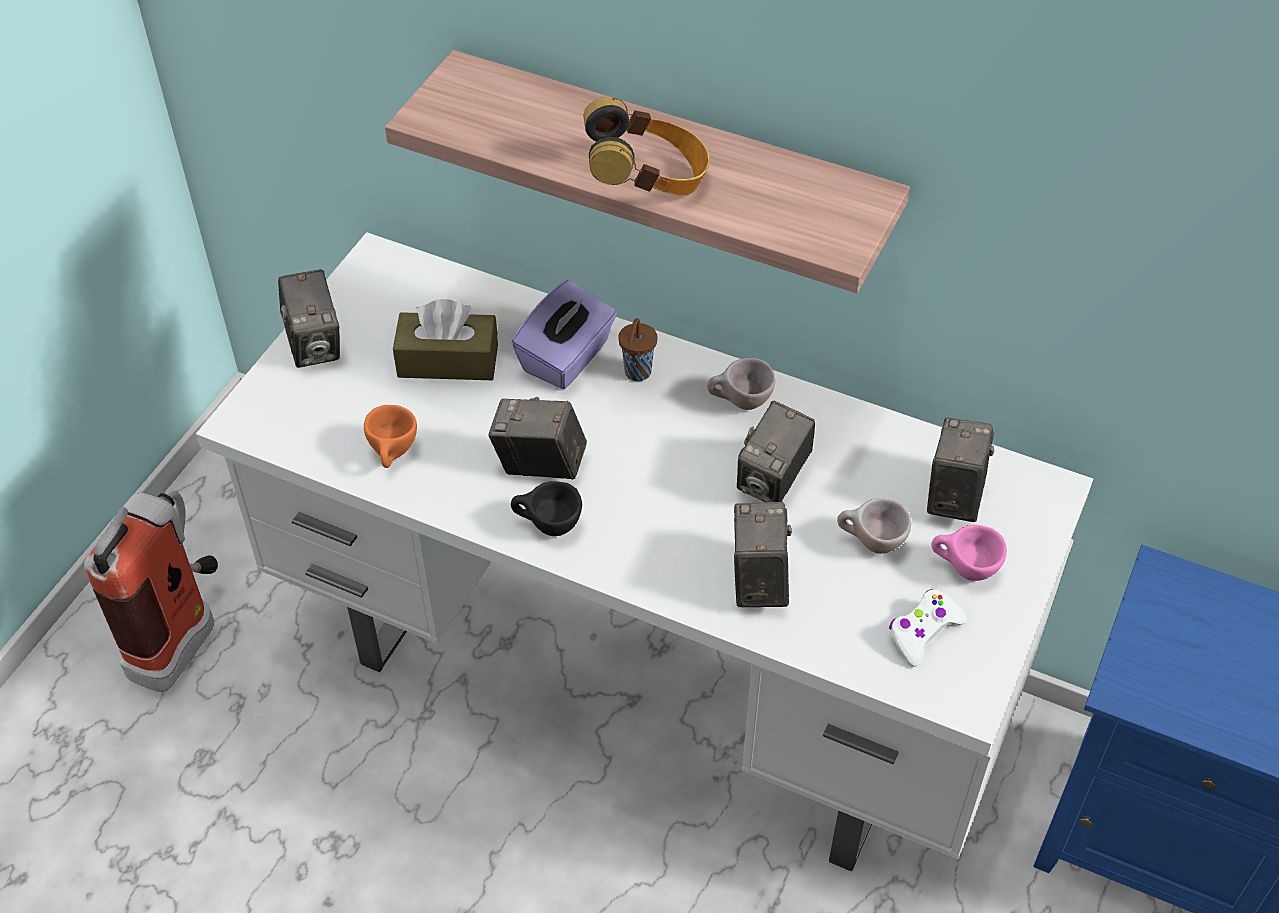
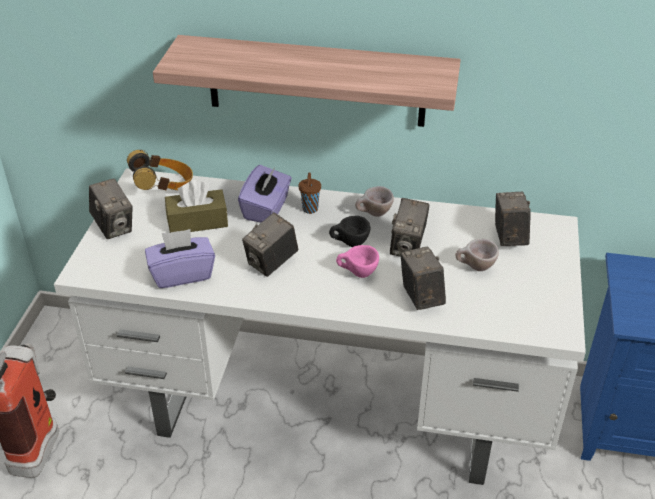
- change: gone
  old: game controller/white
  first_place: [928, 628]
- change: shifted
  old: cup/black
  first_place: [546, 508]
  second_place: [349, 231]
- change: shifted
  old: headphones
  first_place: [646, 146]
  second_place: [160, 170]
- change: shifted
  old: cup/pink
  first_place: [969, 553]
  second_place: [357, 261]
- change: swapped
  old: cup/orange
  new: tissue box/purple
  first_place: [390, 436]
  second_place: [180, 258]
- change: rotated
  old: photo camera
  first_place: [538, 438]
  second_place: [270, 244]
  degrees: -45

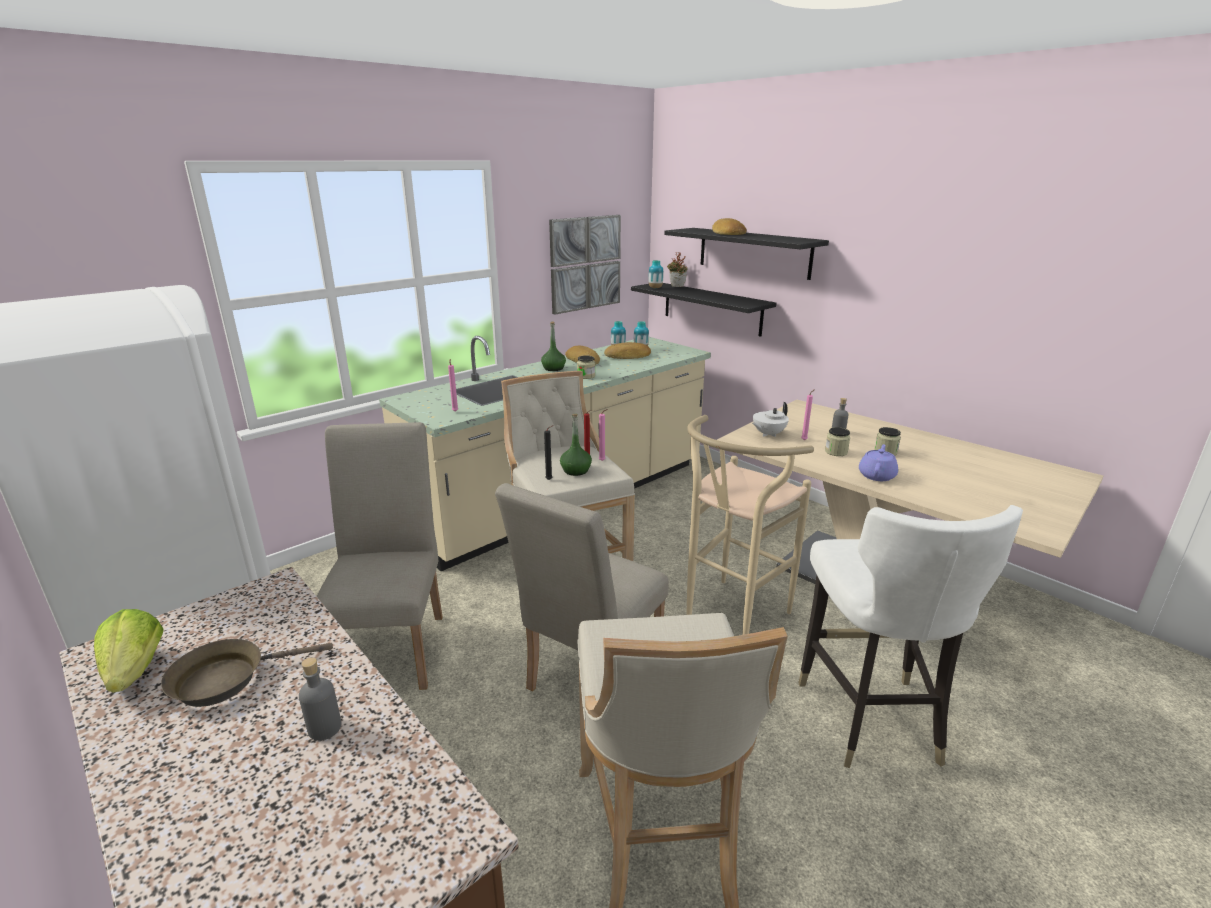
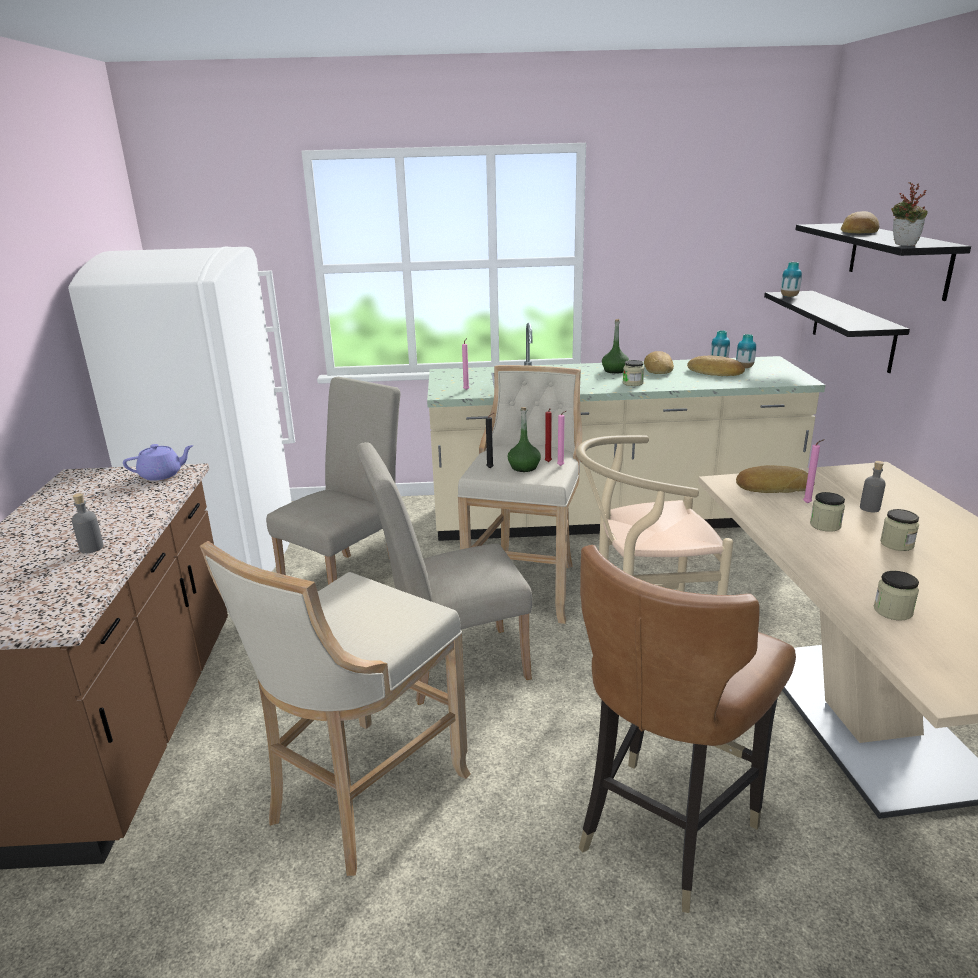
- change: gone
  old: lettuce
  first_place: [128, 651]
- change: gone
  old: frying pan/brown
  first_place: [247, 673]
- change: gone
  old: picture
  first_place: [585, 265]
- change: new
  new: jar
  second_place: [896, 596]
- change: shifted
  old: potted plant
  first_place: [677, 269]
  second_place: [909, 214]
- change: shifted
  old: teapot/purple
  first_place: [878, 462]
  second_place: [158, 462]
- change: swapped
  old: teapot/white
  new: bread
  first_place: [770, 419]
  second_place: [775, 479]
- change: repainted
  old: chair/white
  new: chair/brown
  first_place: [910, 636]
  second_place: [687, 729]

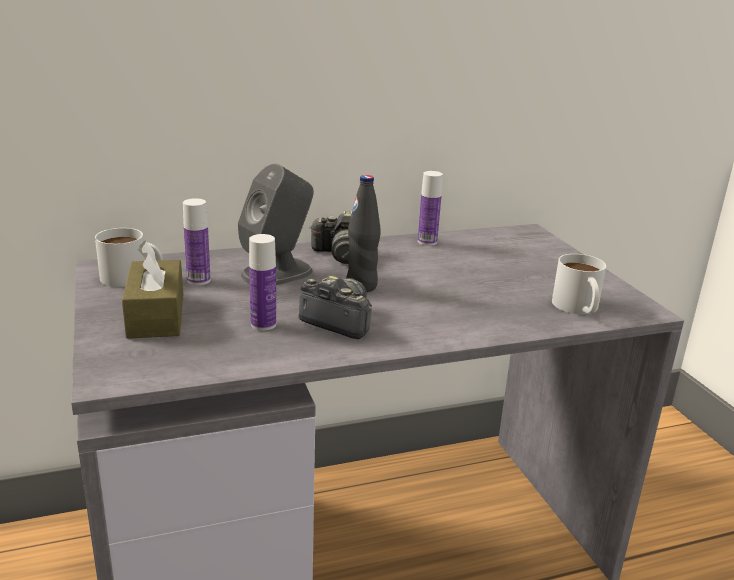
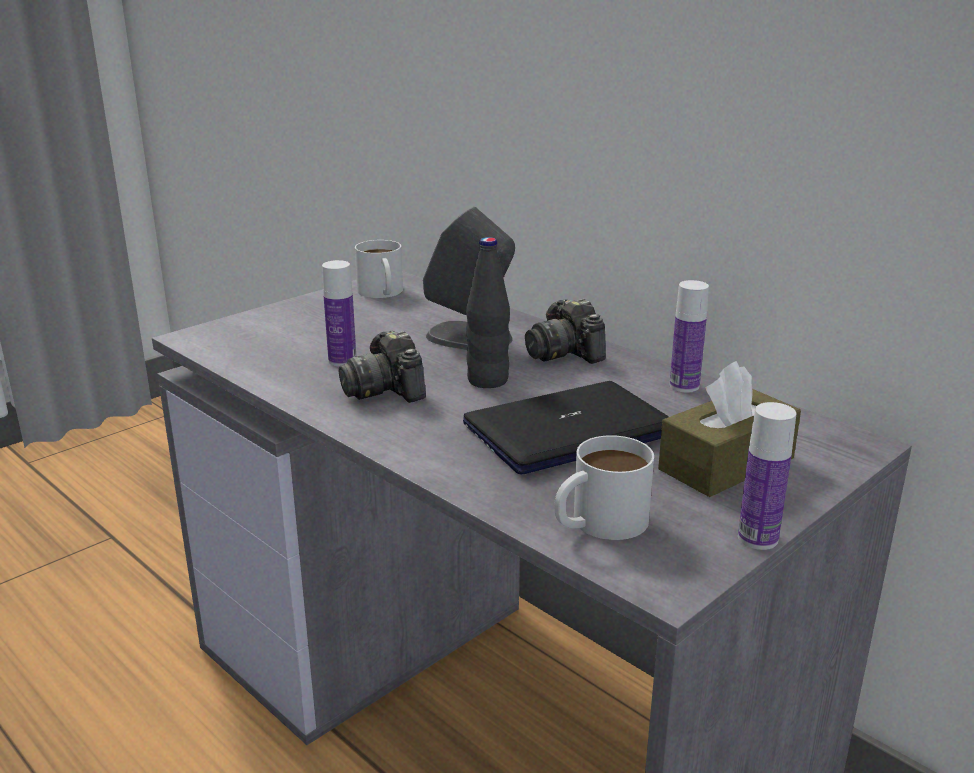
- change: new
  new: laptop
  second_place: [566, 428]
- change: shifted
  old: tissue box/brown
  first_place: [152, 289]
  second_place: [729, 429]
- change: shifted
  old: bottle
  first_place: [197, 241]
  second_place: [767, 476]
- change: rotated
  old: photo camera
  first_place: [335, 307]
  second_place: [382, 367]
  degrees: 150

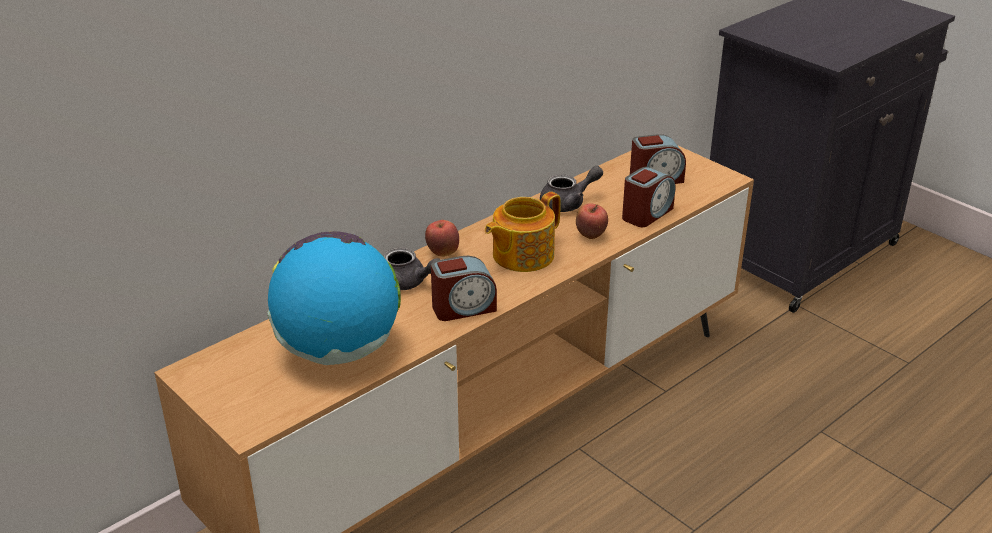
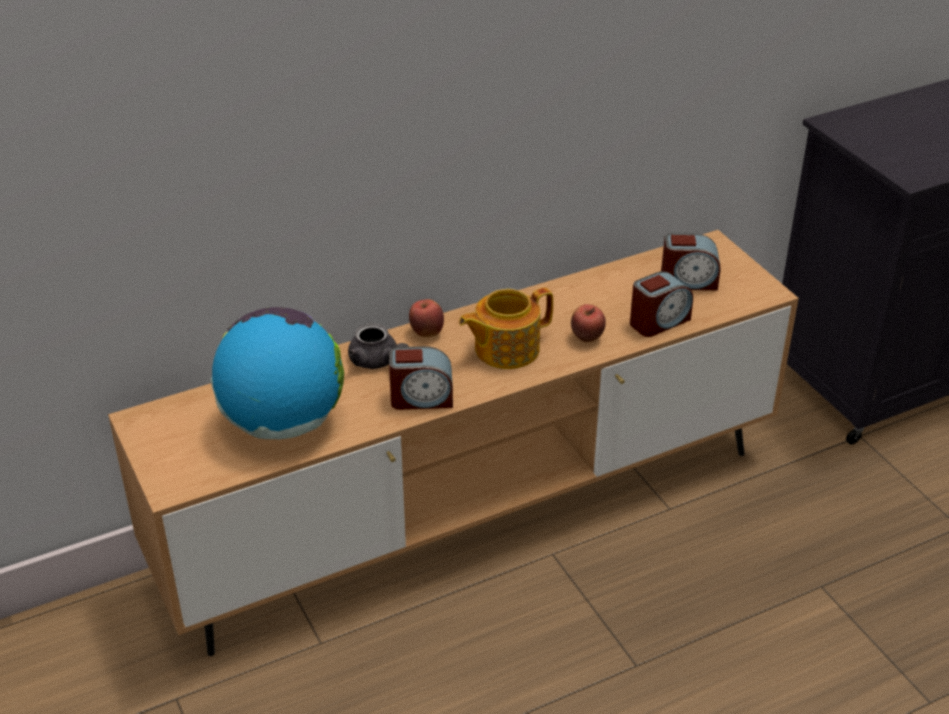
- change: gone
  old: teapot/grey
  first_place: [571, 189]

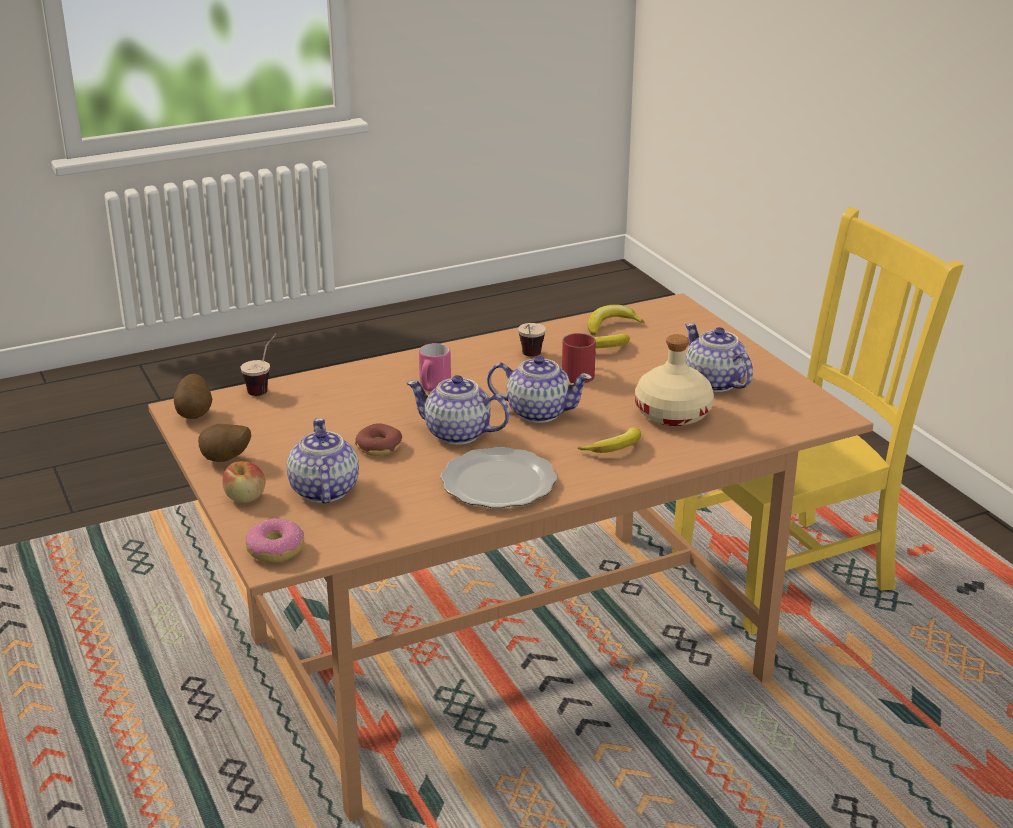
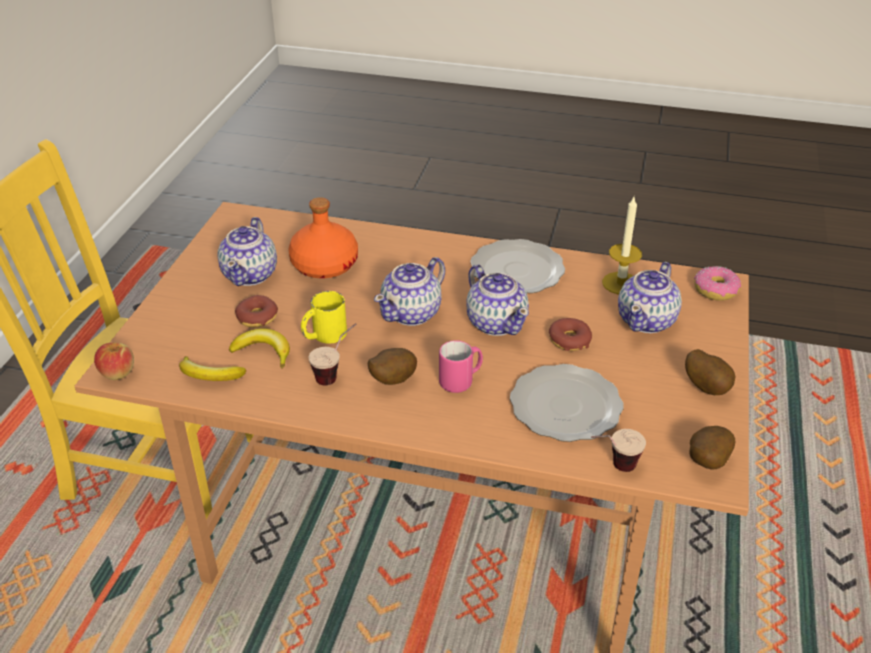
- change: gone
  old: banana
  first_place: [609, 440]
- change: new
  new: donut
  second_place: [256, 311]
- change: new
  new: potato
  second_place: [392, 366]
- change: new
  new: plate
  second_place: [567, 403]
- change: new
  new: candle
  second_place: [622, 246]
- change: shifted
  old: apple
  first_place: [243, 482]
  second_place: [114, 361]
- change: repainted
  old: mug/red
  new: mug/yellow
  first_place: [579, 358]
  second_place: [324, 317]
- change: repainted
  old: bottle/beige
  new: bottle/orange
  first_place: [674, 380]
  second_place: [323, 237]
- change: rotated
  old: teapot
  first_place: [539, 389]
  second_place: [409, 291]
  degrees: -105

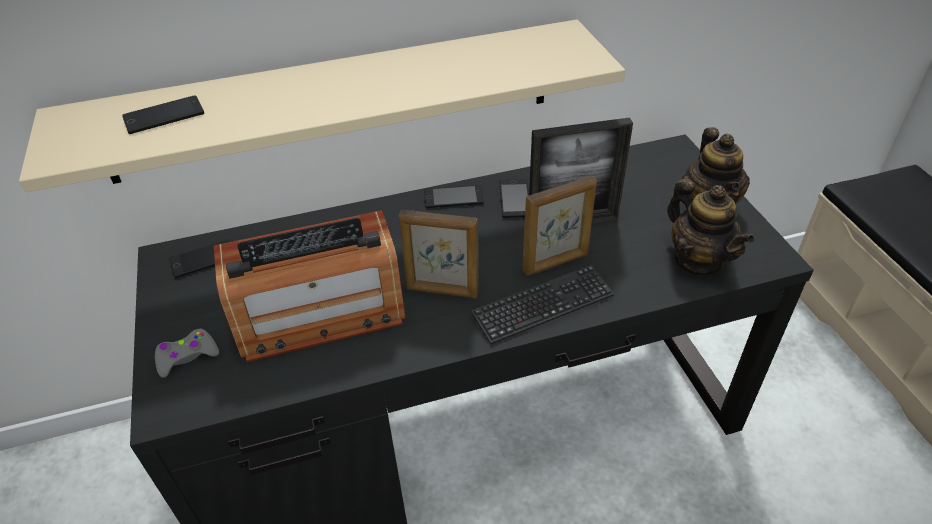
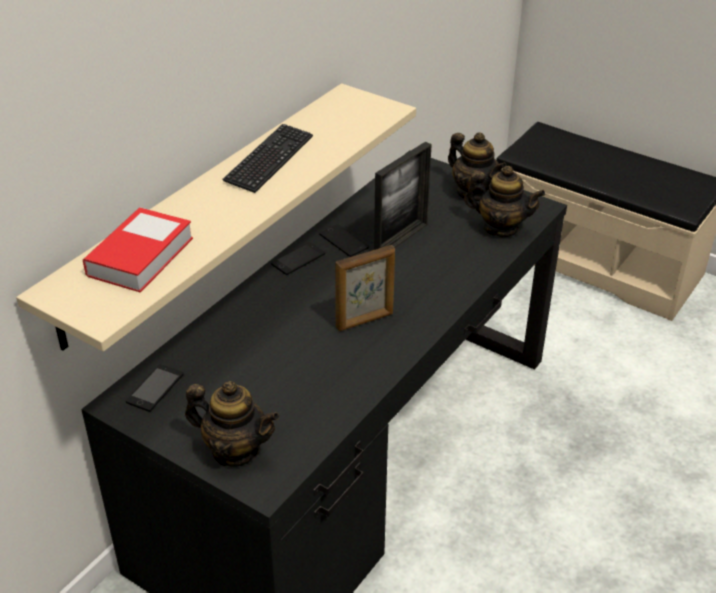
- change: gone
  old: radio
  first_place: [309, 286]
- change: gone
  old: picture frame
  first_place: [559, 226]
- change: shifted
  old: keyboard
  first_place: [542, 304]
  second_place: [268, 158]
- change: swapped
  old: phone
  new: book
  first_place: [163, 114]
  second_place: [138, 250]
- change: swapped
  old: game controller/grey
  new: teapot
  first_place: [187, 353]
  second_place: [232, 424]

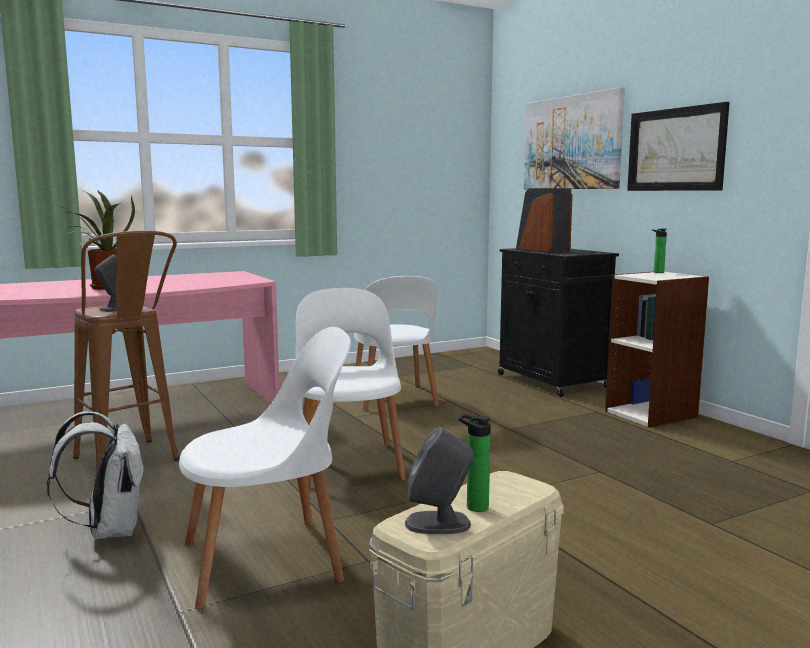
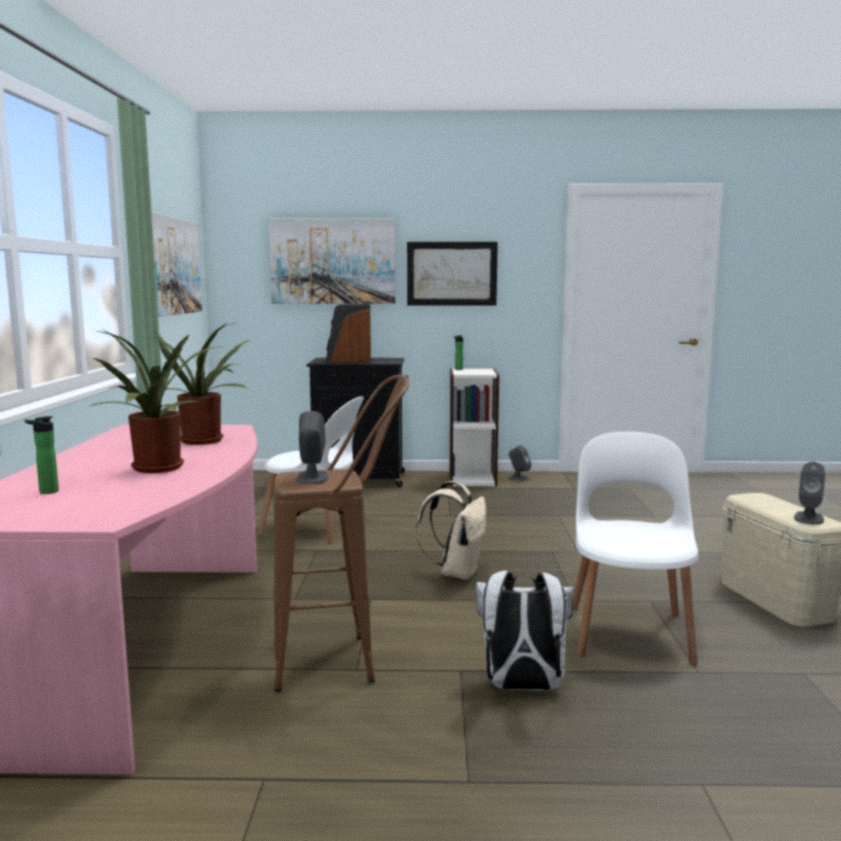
- change: new
  new: potted plant
  second_place: [197, 383]
- change: new
  new: picture
  second_place: [177, 264]
- change: new
  new: speaker/grey
  second_place: [520, 463]
- change: shifted
  old: bottle
  first_place: [475, 463]
  second_place: [41, 455]
- change: swapped
  old: chair/white
  new: backpack/beige
  first_place: [350, 387]
  second_place: [451, 530]

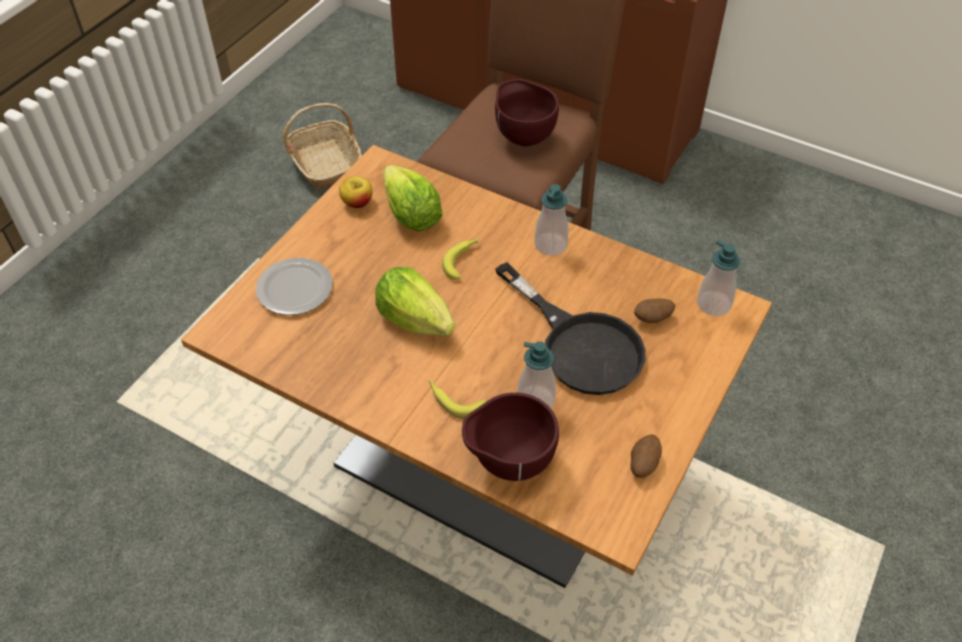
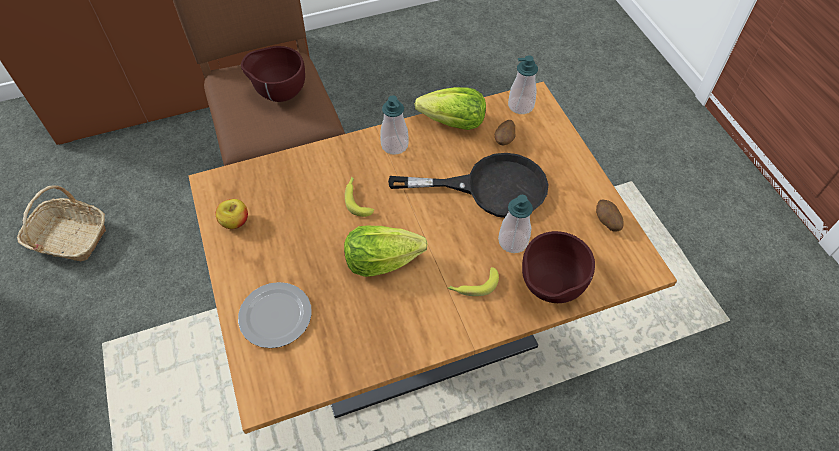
- change: shifted
  old: lettuce
  first_place: [413, 198]
  second_place: [450, 108]

